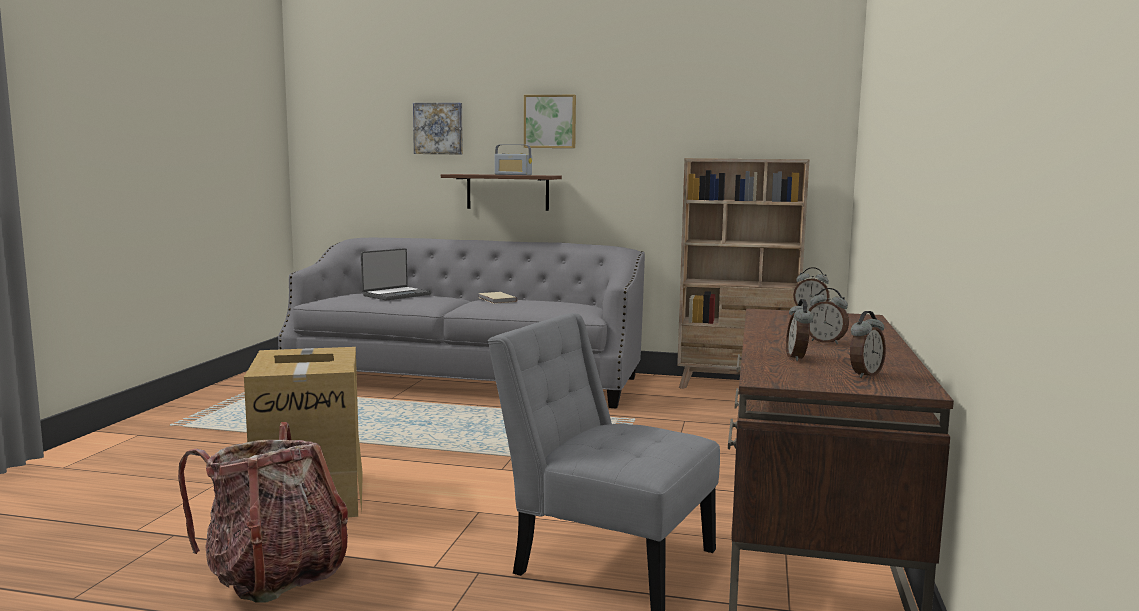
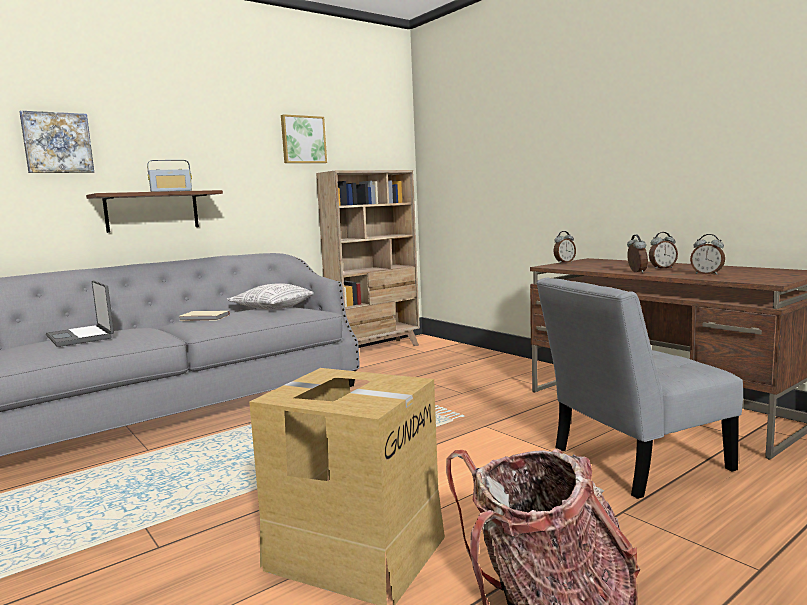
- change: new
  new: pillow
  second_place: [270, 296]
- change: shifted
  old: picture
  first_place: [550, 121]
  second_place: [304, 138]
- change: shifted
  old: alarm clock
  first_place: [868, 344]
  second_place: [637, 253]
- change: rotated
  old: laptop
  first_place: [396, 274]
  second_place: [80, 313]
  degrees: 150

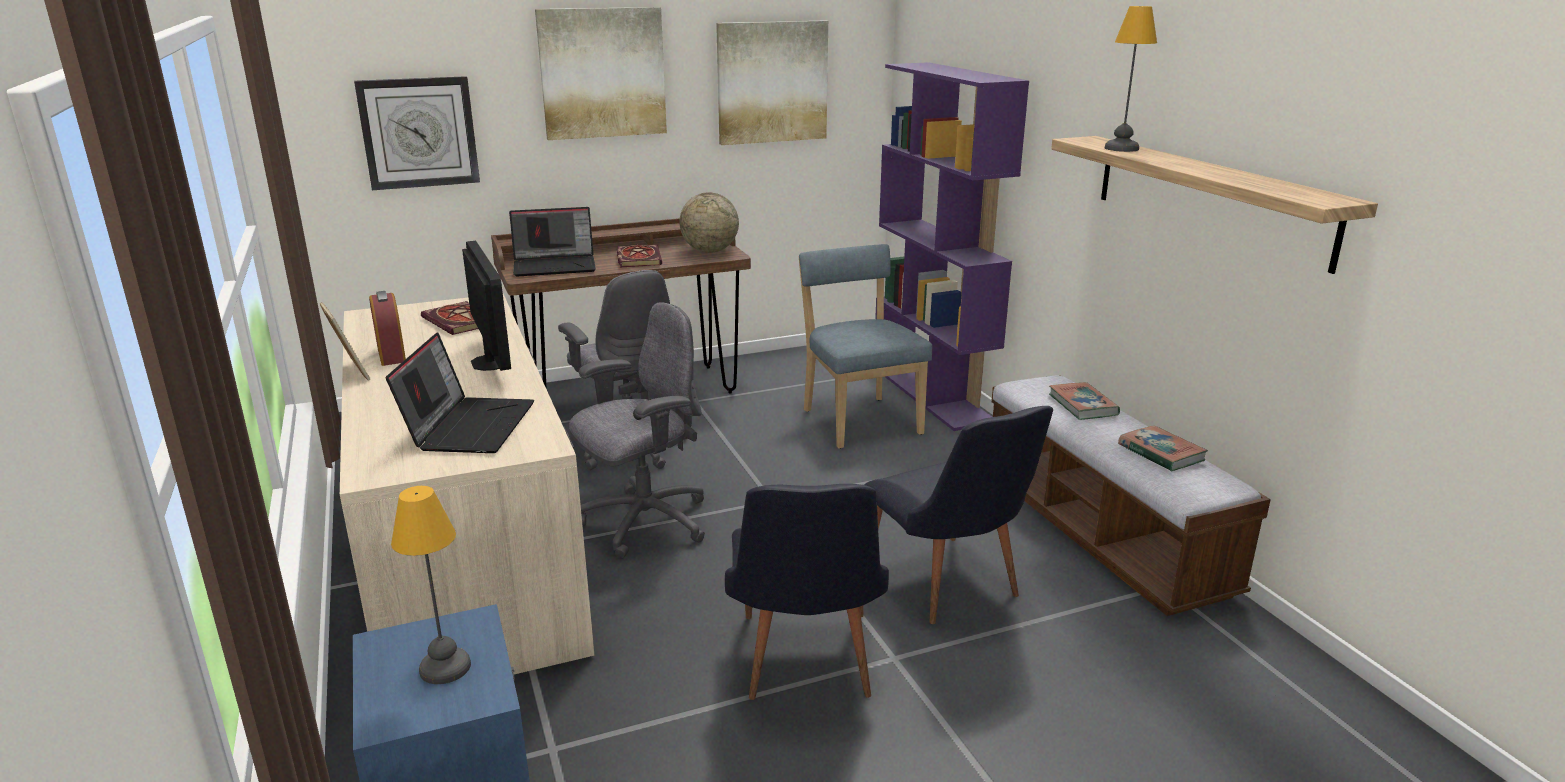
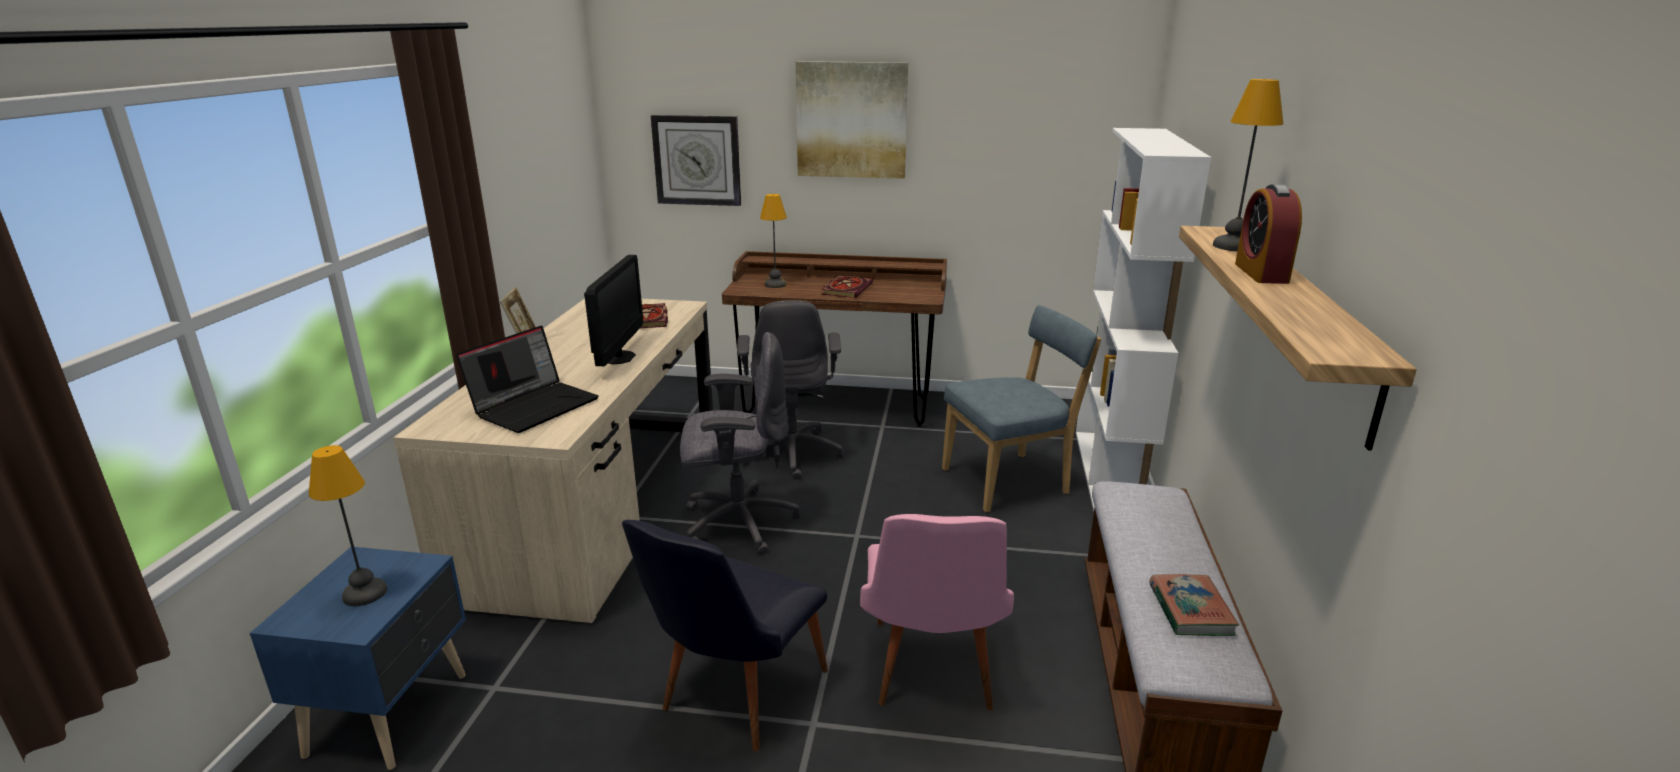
- change: gone
  old: globe
  first_place: [709, 222]
- change: gone
  old: picture
  first_place: [772, 83]
- change: gone
  old: book
  first_place: [1084, 401]
- change: shifted
  old: alarm clock
  first_place: [387, 328]
  second_place: [1268, 234]
- change: swapped
  old: laptop
  new: table lamp
  first_place: [552, 242]
  second_place: [773, 241]
- change: repainted
  old: chair/black
  new: chair/pink
  first_place: [958, 515]
  second_place: [937, 612]
- change: repainted
  old: bookcase/purple
  new: bookcase/white
  first_place: [952, 246]
  second_place: [1143, 319]
- change: rotated
  old: chair/blue
  first_place: [865, 346]
  second_place: [1021, 408]
  degrees: 60

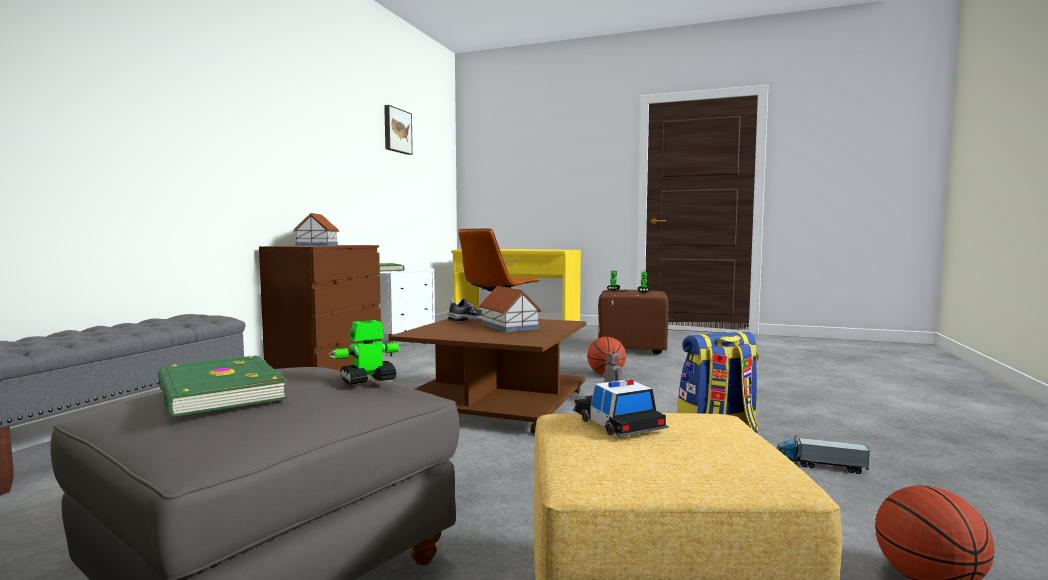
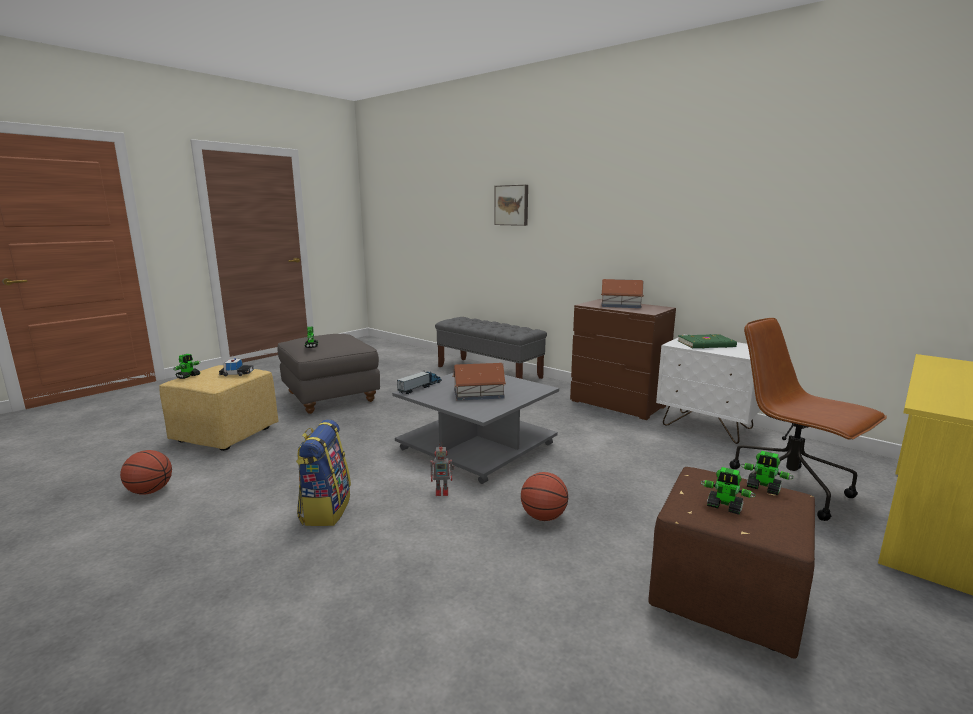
- change: gone
  old: book/green
  first_place: [223, 386]
- change: gone
  old: shoe
  first_place: [465, 310]
- change: new
  new: toy robot
  second_place: [186, 366]
- change: shifted
  old: picture
  first_place: [398, 130]
  second_place: [511, 205]
- change: shifted
  old: toy truck
  first_place: [823, 455]
  second_place: [419, 382]
- change: repainted
  old: coffee table/brown
  new: coffee table/grey
  first_place: [487, 376]
  second_place: [475, 428]

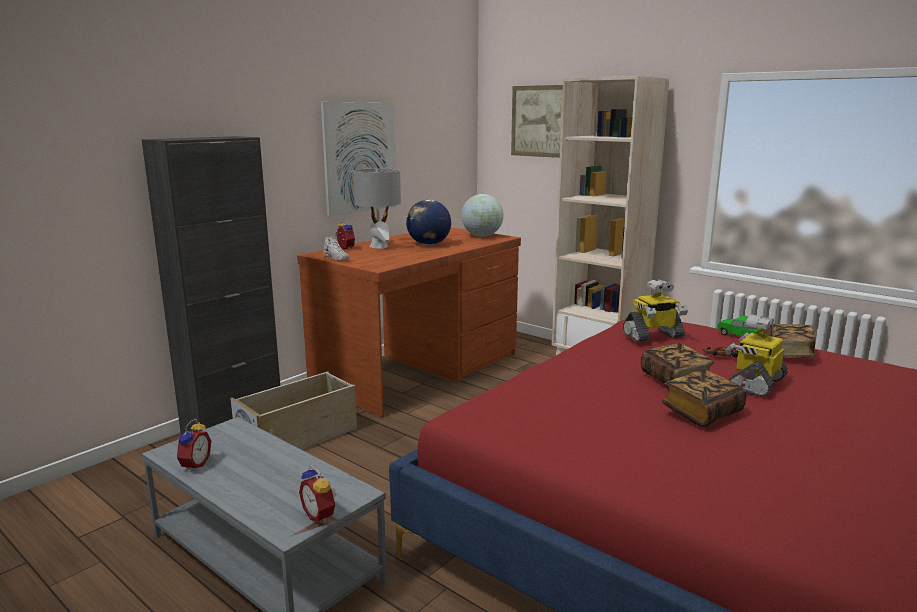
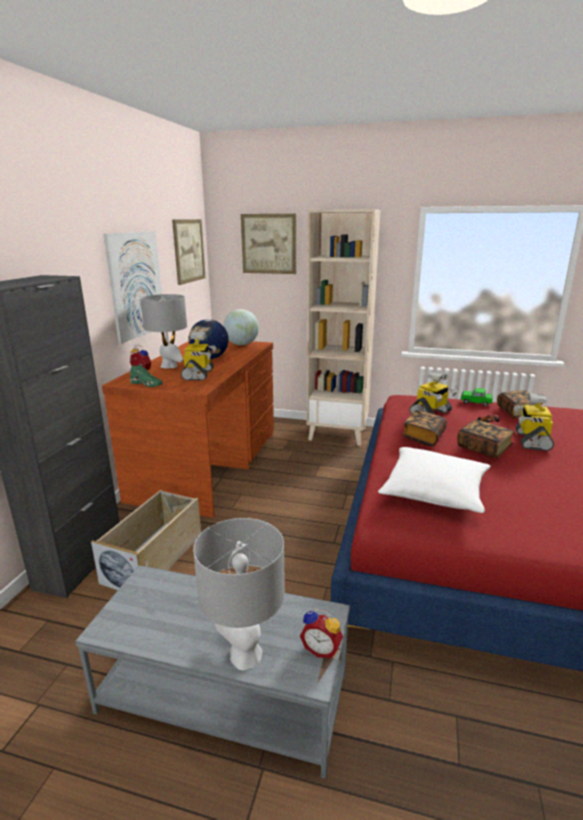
- change: gone
  old: alarm clock
  first_place: [193, 445]
- change: new
  new: picture
  second_place: [189, 252]
- change: new
  new: toy robot
  second_place: [198, 356]
- change: new
  new: table lamp/grey
  second_place: [239, 594]
- change: new
  new: pillow/white
  second_place: [434, 480]
- change: shifted
  old: book
  first_place: [704, 398]
  second_place: [424, 428]
- change: repainted
  old: shoe/white
  new: shoe/green
  first_place: [336, 249]
  second_place: [146, 376]

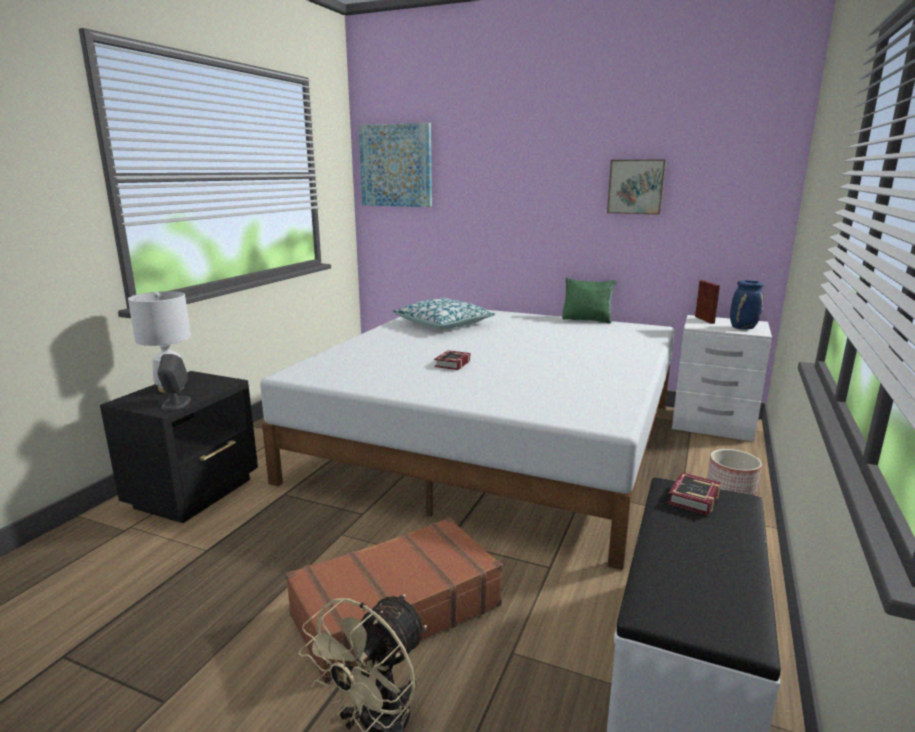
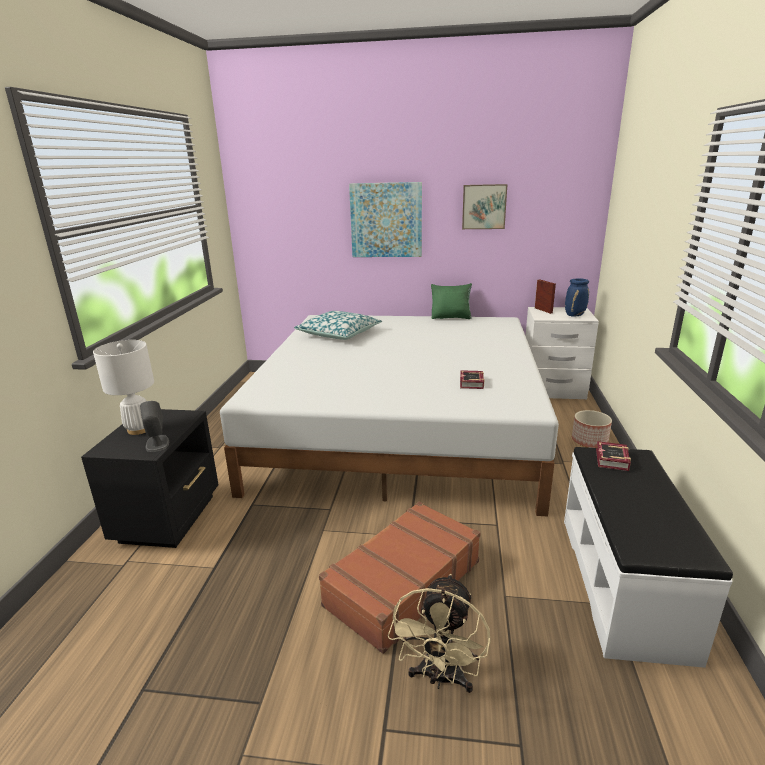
- change: shifted
  old: picture
  first_place: [395, 165]
  second_place: [385, 219]
- change: shifted
  old: book
  first_place: [452, 360]
  second_place: [472, 379]

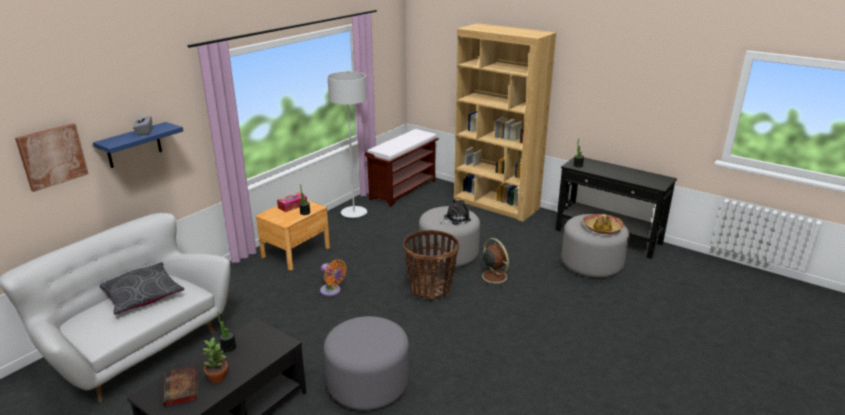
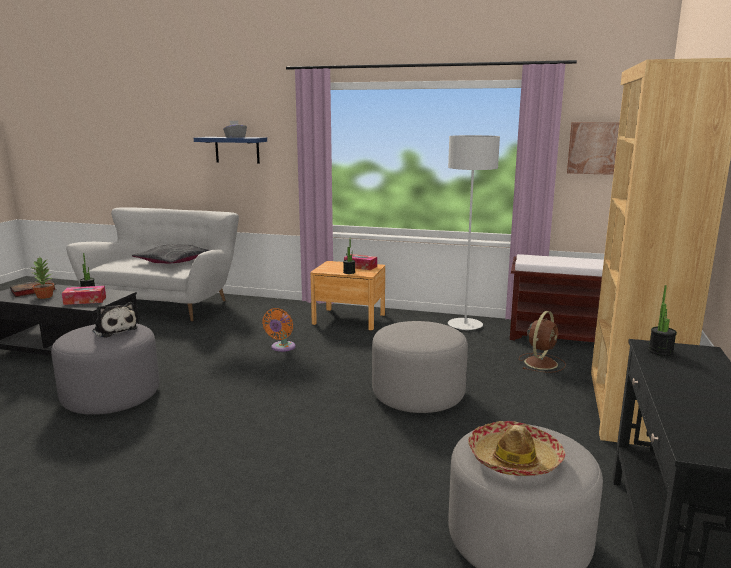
- change: gone
  old: basket
  first_place: [431, 264]
- change: new
  new: tissue box
  second_place: [84, 295]
- change: shifted
  old: picture
  first_place: [51, 157]
  second_place: [593, 148]
- change: shifted
  old: plush toy
  first_place: [455, 211]
  second_place: [115, 320]
- change: shifted
  old: fan/brown
  first_place: [494, 262]
  second_place: [542, 342]

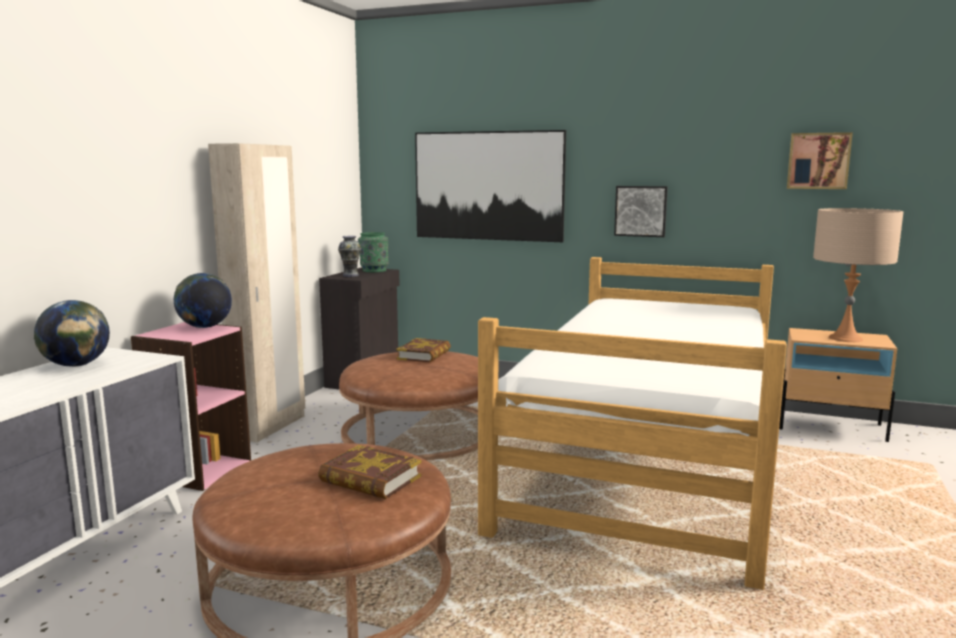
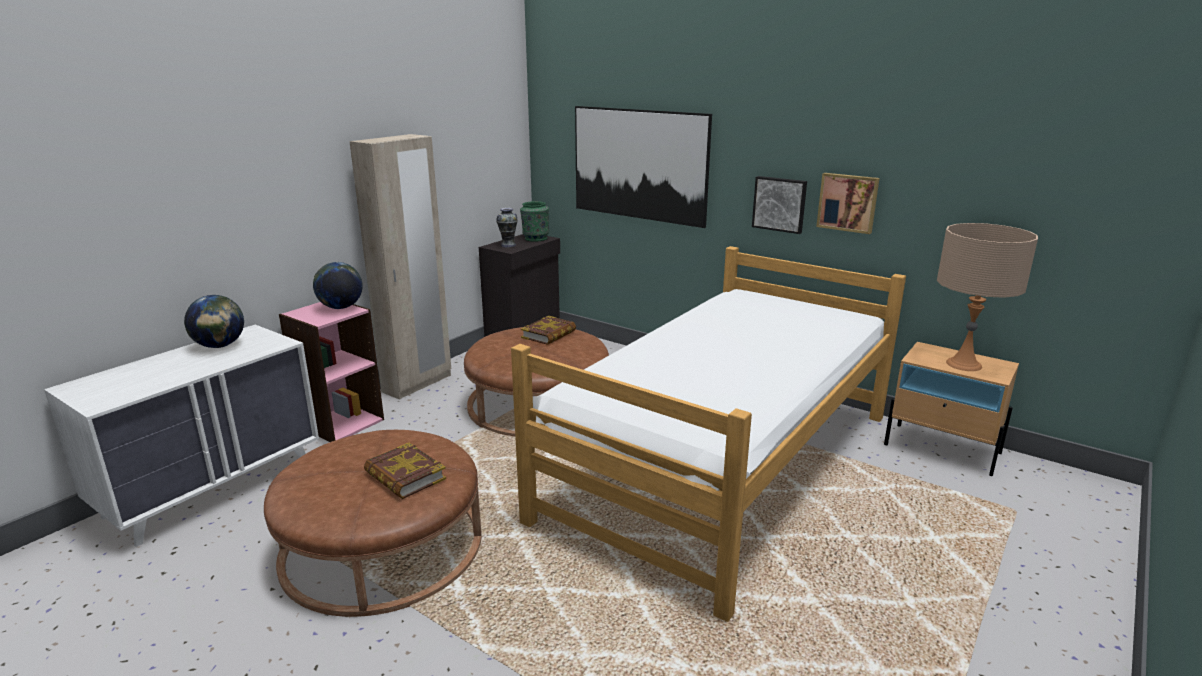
- change: shifted
  old: picture
  first_place: [820, 160]
  second_place: [847, 203]

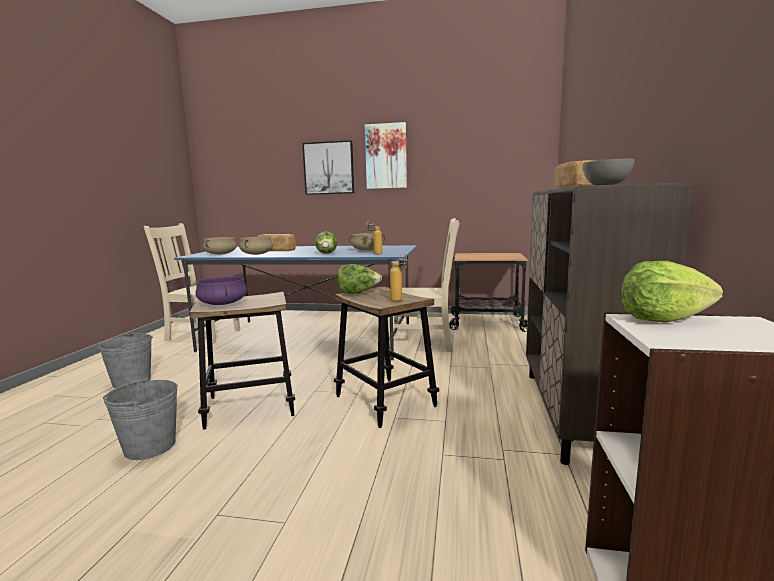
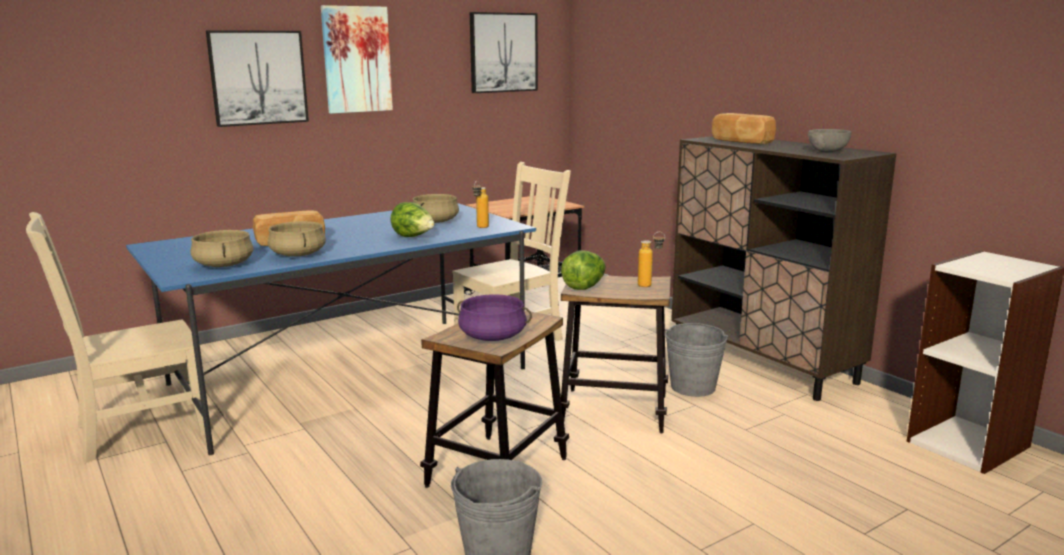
- change: gone
  old: lettuce
  first_place: [672, 291]
- change: new
  new: picture
  second_place: [504, 52]
- change: shifted
  old: bucket/grey
  first_place: [125, 360]
  second_place: [696, 360]

